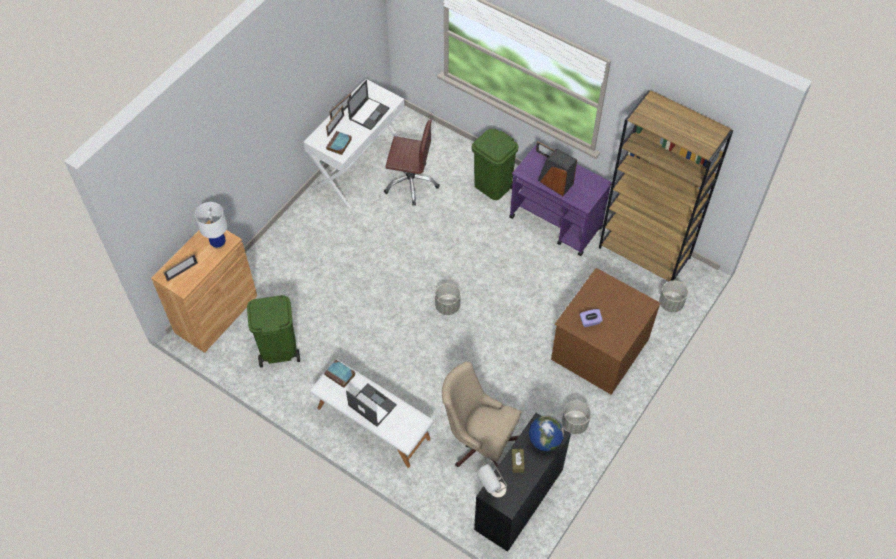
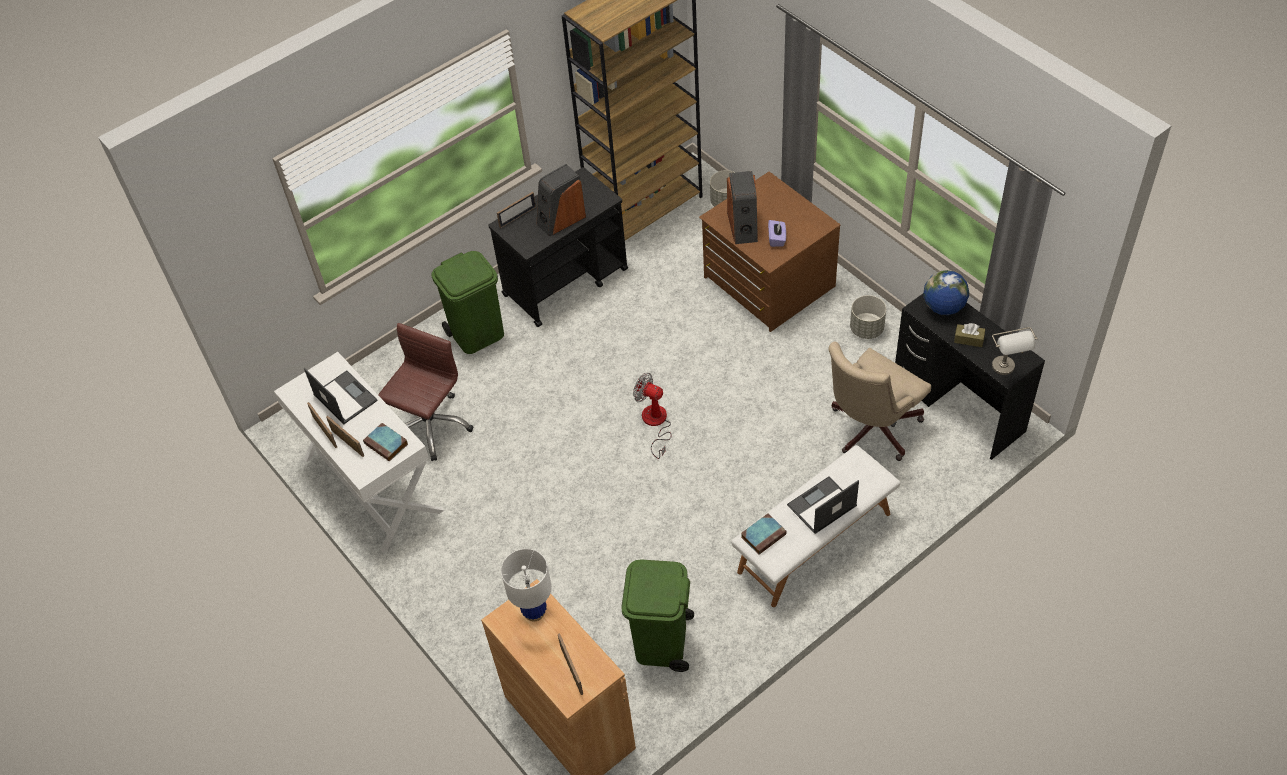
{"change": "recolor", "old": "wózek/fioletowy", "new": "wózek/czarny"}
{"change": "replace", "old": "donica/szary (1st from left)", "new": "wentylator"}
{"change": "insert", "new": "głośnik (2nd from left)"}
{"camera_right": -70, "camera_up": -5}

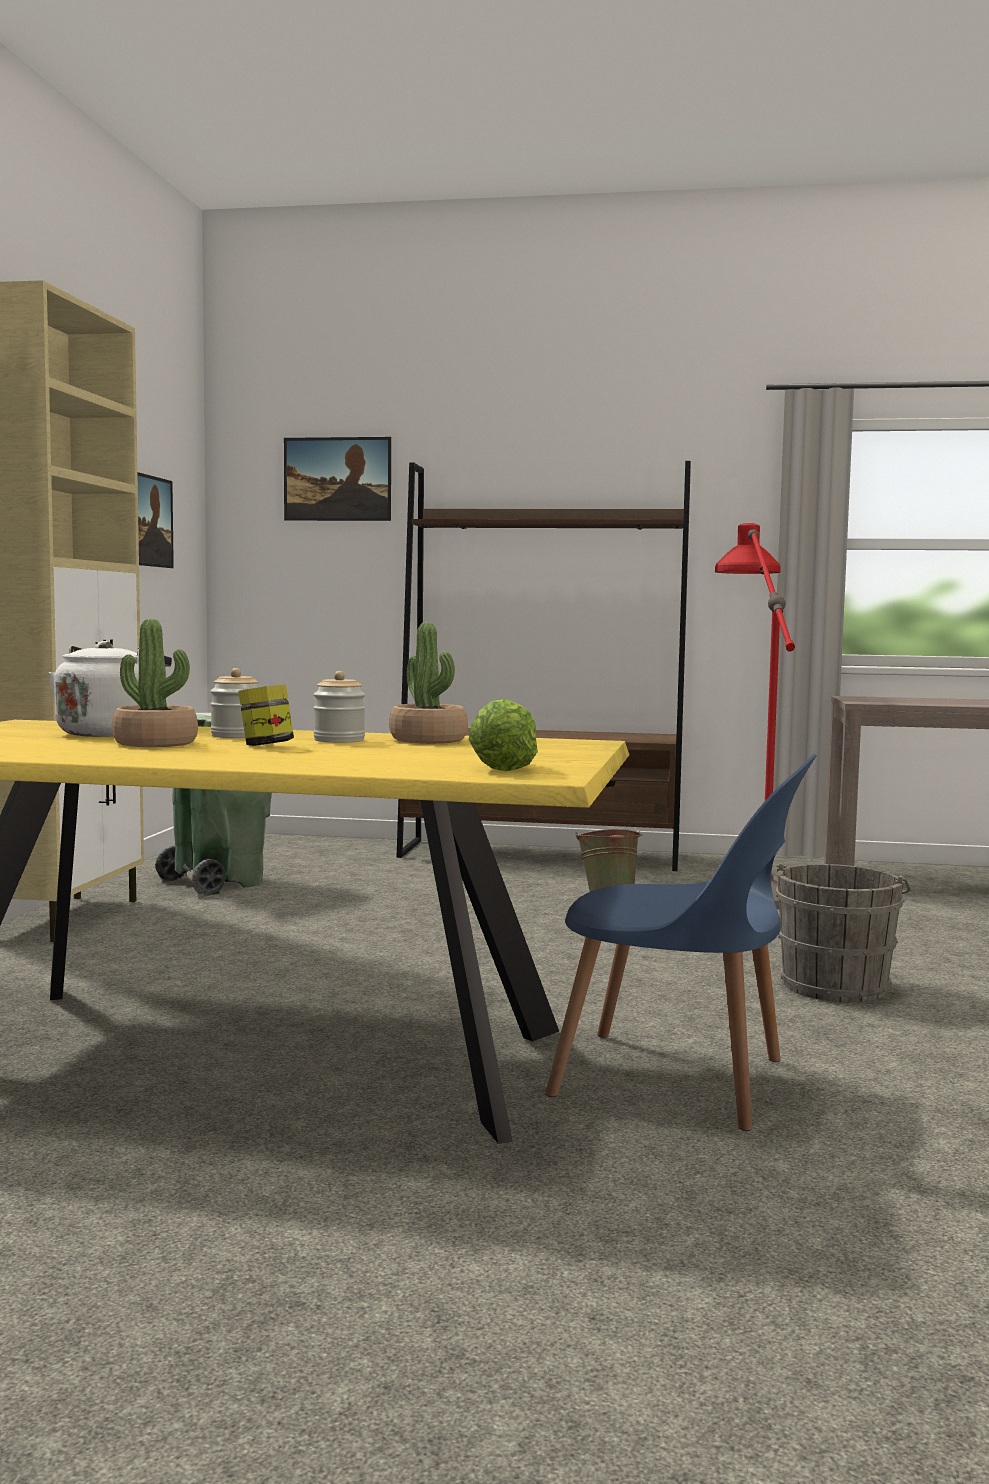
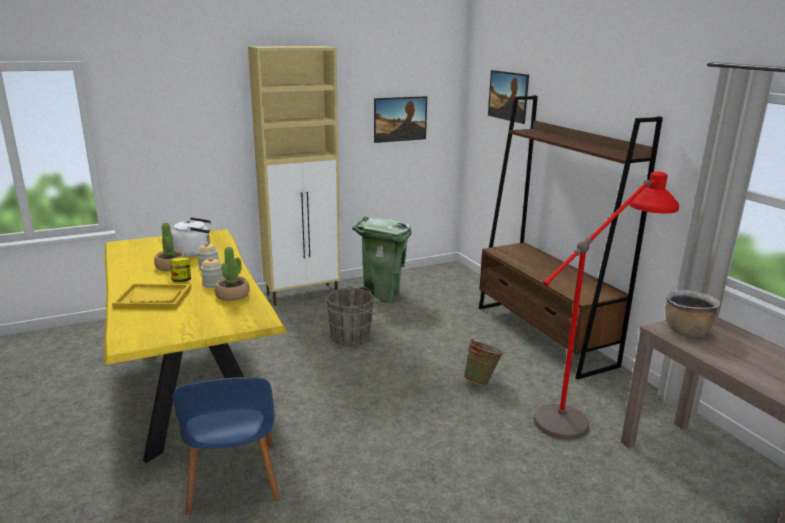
{"change": "insert", "new": "taca/żółty"}
{"change": "move", "old": "wiadro/szary"}
{"change": "insert", "new": "garnek/brązowy"}
{"change": "delete", "old": "sałata"}
{"camera_right": 55, "camera_up": 15}

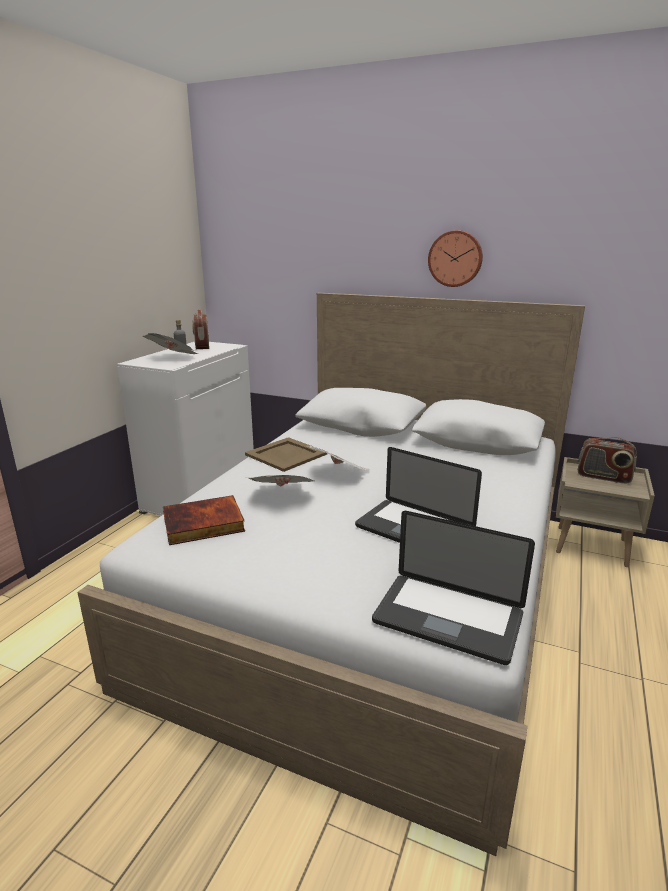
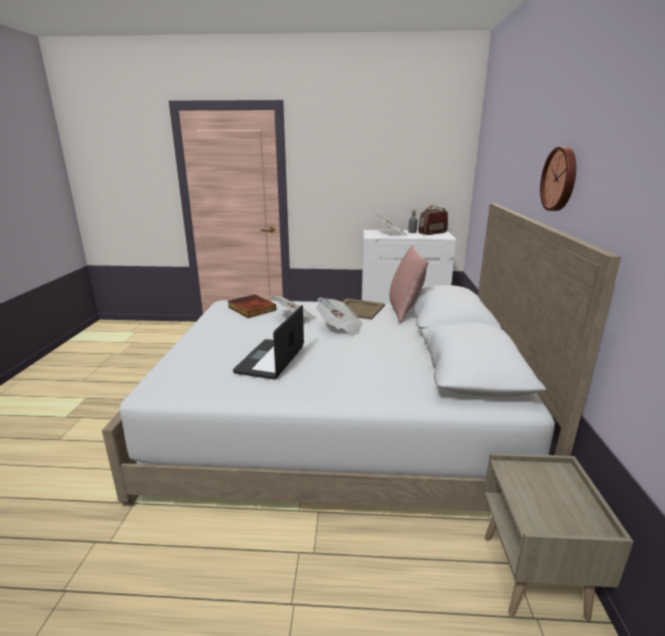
{"change": "insert", "new": "poduszka/różowy"}
{"change": "delete", "old": "laptop (2nd from left)"}
{"change": "delete", "old": "radio (2nd from left)"}
{"camera_right": 70, "camera_up": 0}

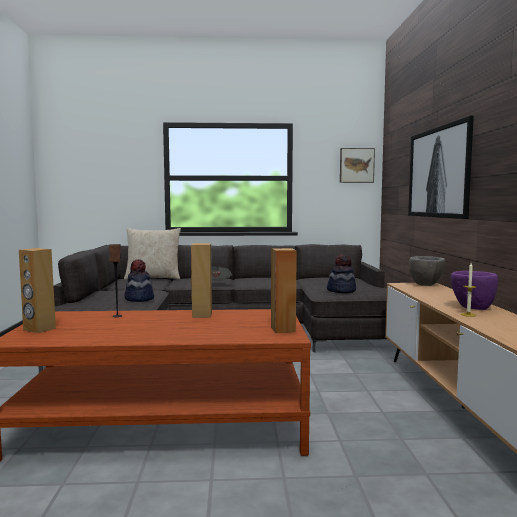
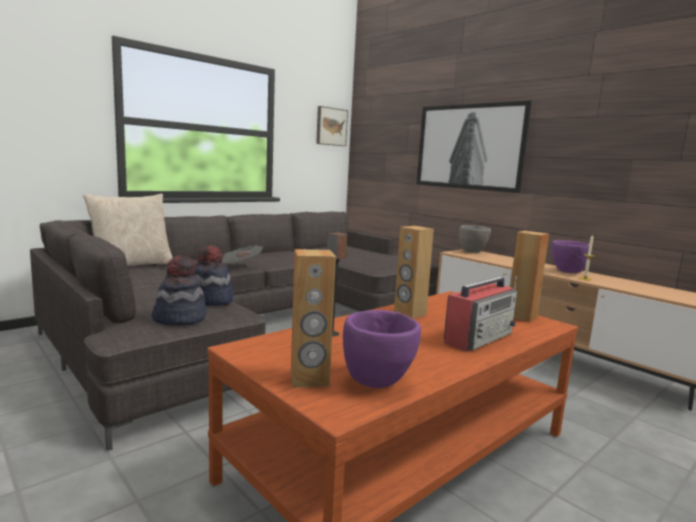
{"change": "move", "old": "kapelusz (2nd from left in the first image)", "new": "kapelusz (1st from left)"}
{"change": "insert", "new": "miska/fioletowy (1st from left)"}
{"change": "insert", "new": "radio"}
{"camera_right": -40, "camera_up": 5}

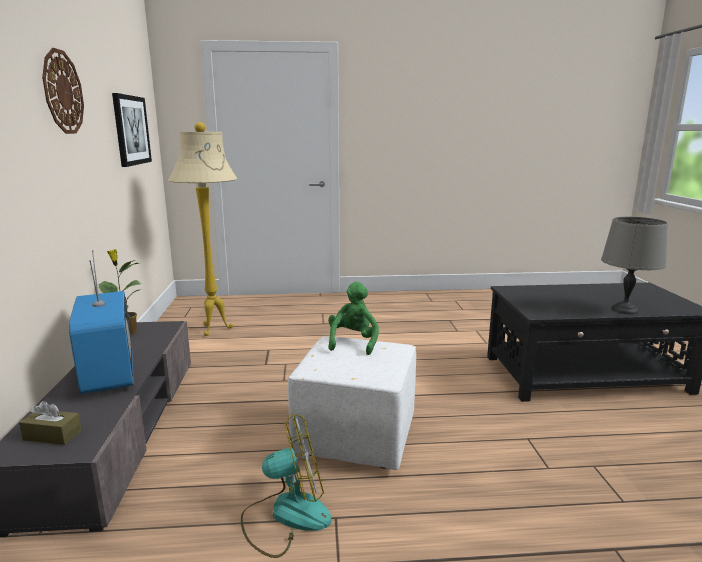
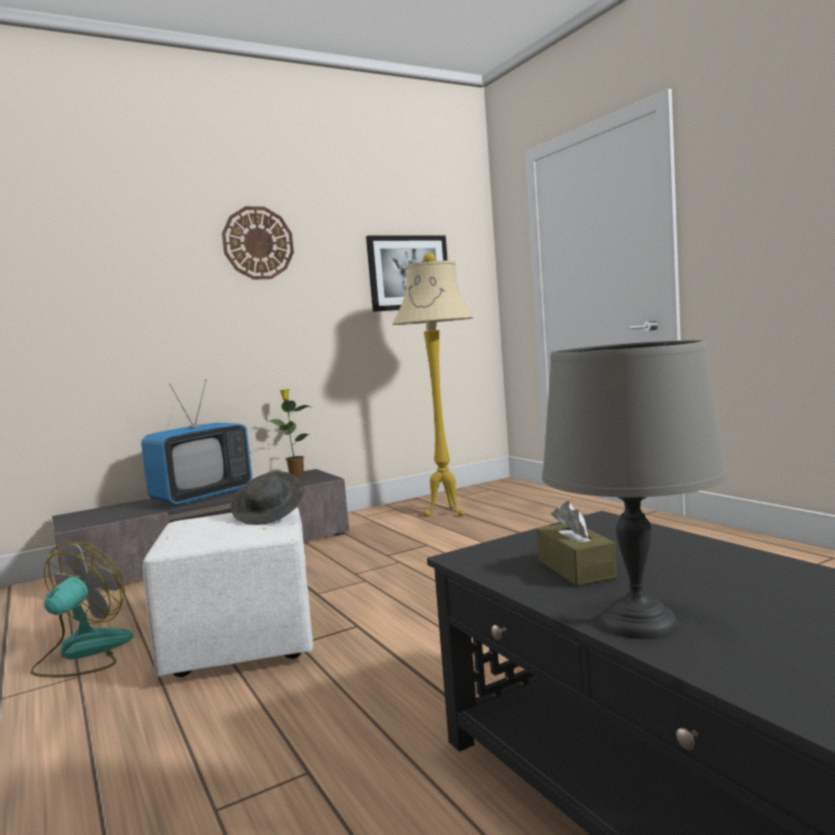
{"change": "rotate", "old": "wentylator", "degrees": -120}
{"change": "replace", "old": "pluszak/zielony", "new": "kapelusz/szary"}
{"change": "move", "old": "pudełko chusteczek/brązowy"}
{"camera_right": 65, "camera_up": -10}

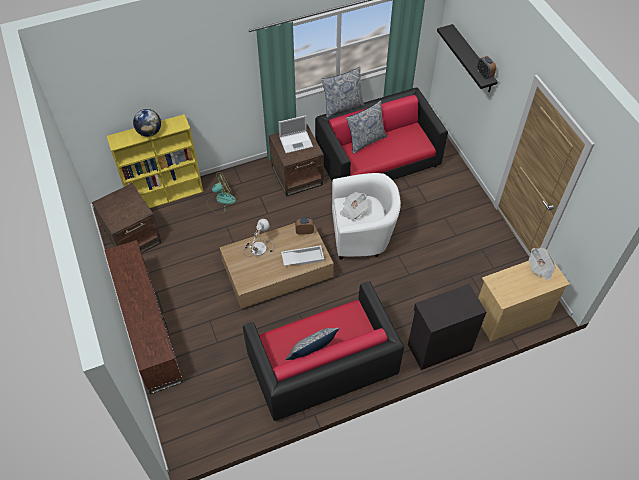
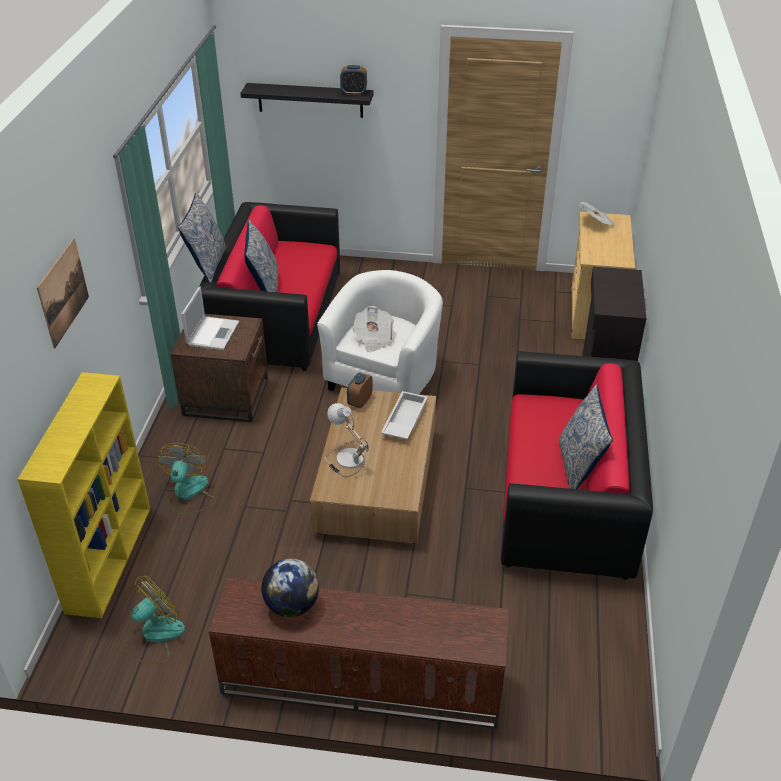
{"change": "insert", "new": "obraz"}
{"change": "replace", "old": "stolik/brązowy (1st from left)", "new": "wentylator (1st from left)"}
{"change": "move", "old": "globus"}
{"camera_right": -60, "camera_up": -15}

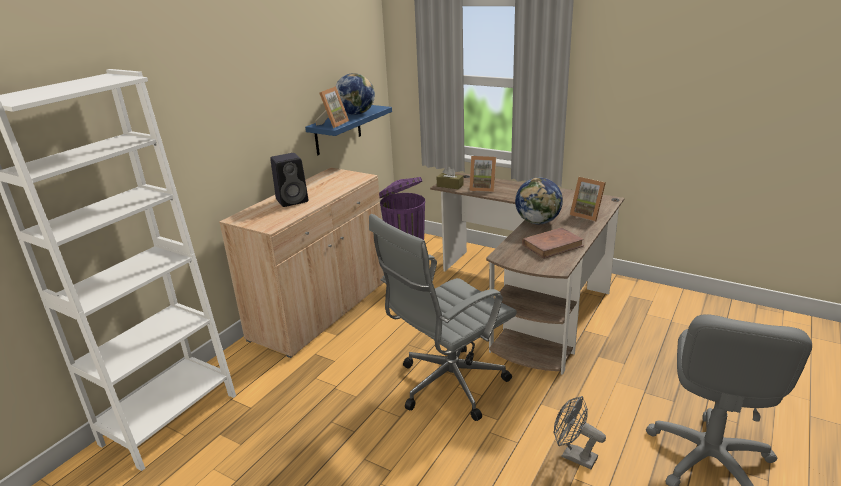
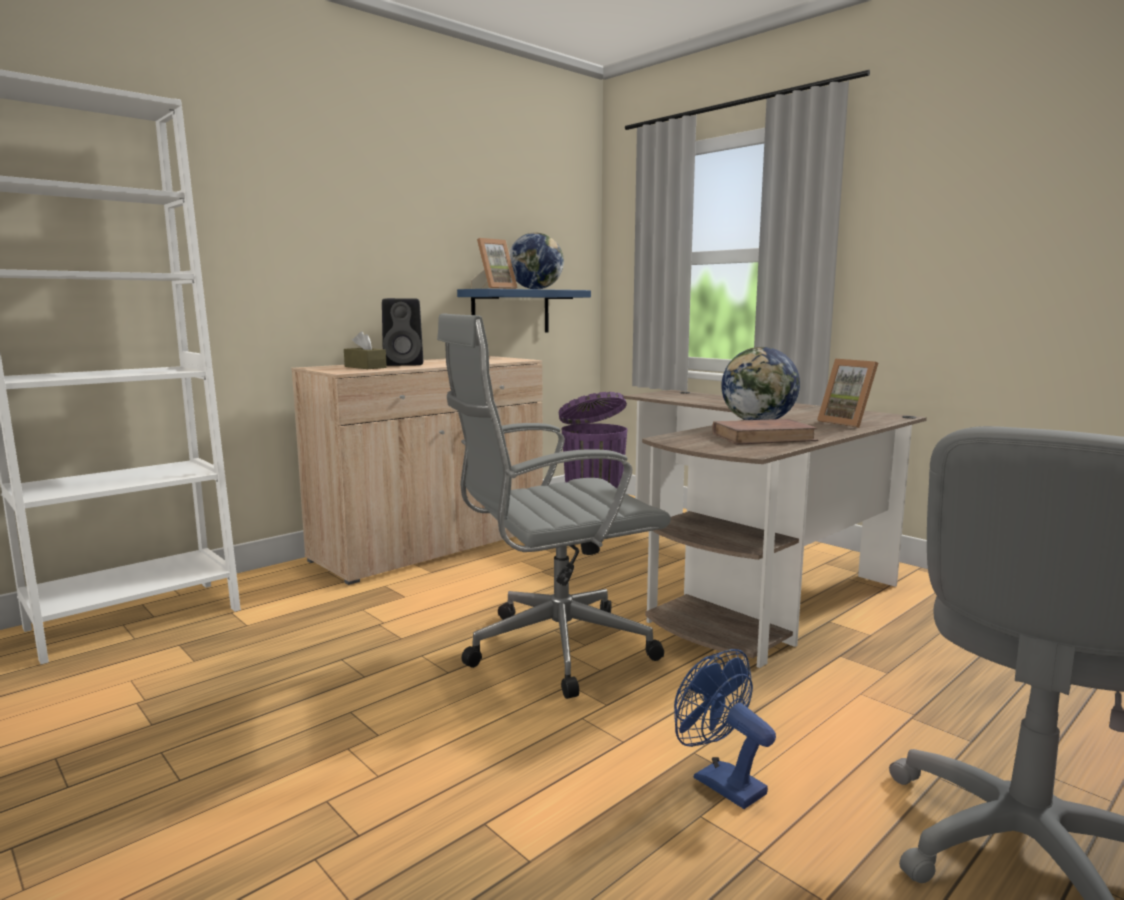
{"change": "move", "old": "pudełko chusteczek/brązowy"}
{"change": "recolor", "old": "wentylator/szary", "new": "wentylator/niebieski"}
{"change": "delete", "old": "ramka na zdjęcie (2nd from left)"}
{"camera_right": 15, "camera_up": -15}

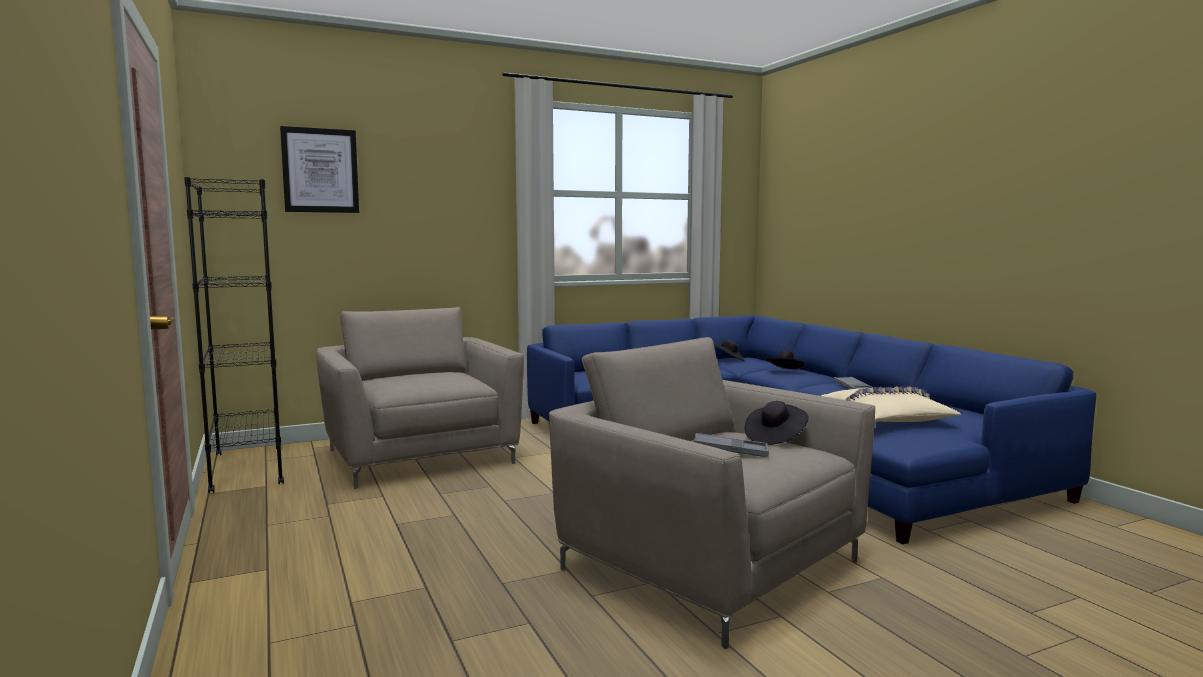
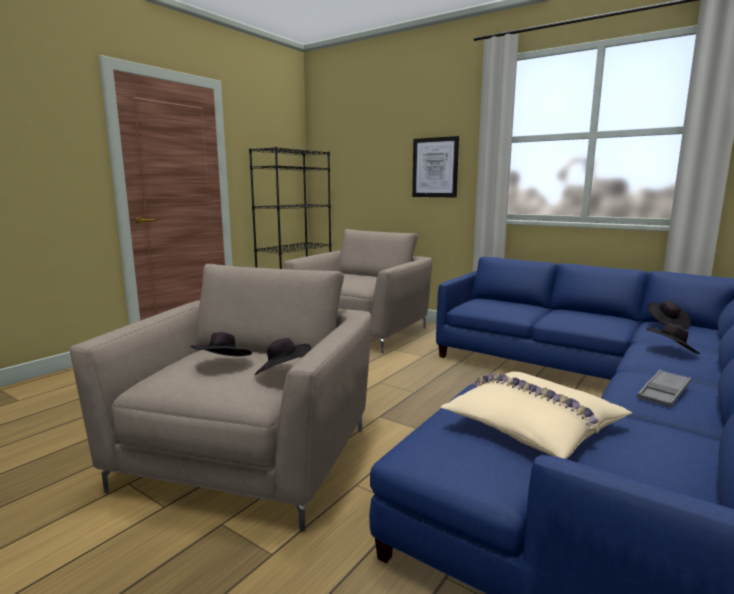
{"change": "replace", "old": "taca/szary (1st from left)", "new": "kapelusz/czarny (1st from left)"}
{"change": "move", "old": "obraz"}
{"camera_right": 60, "camera_up": 5}

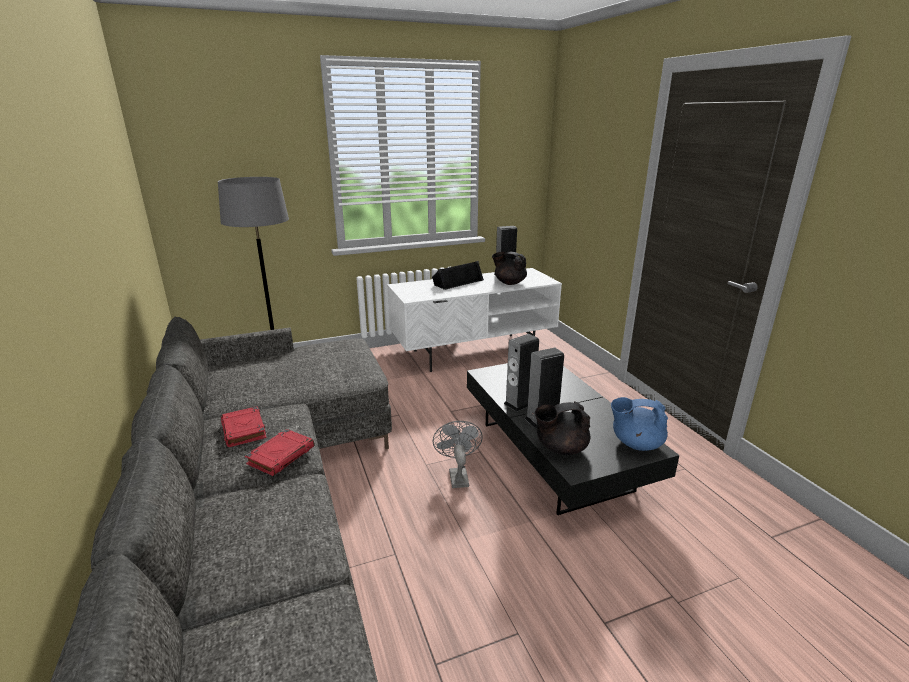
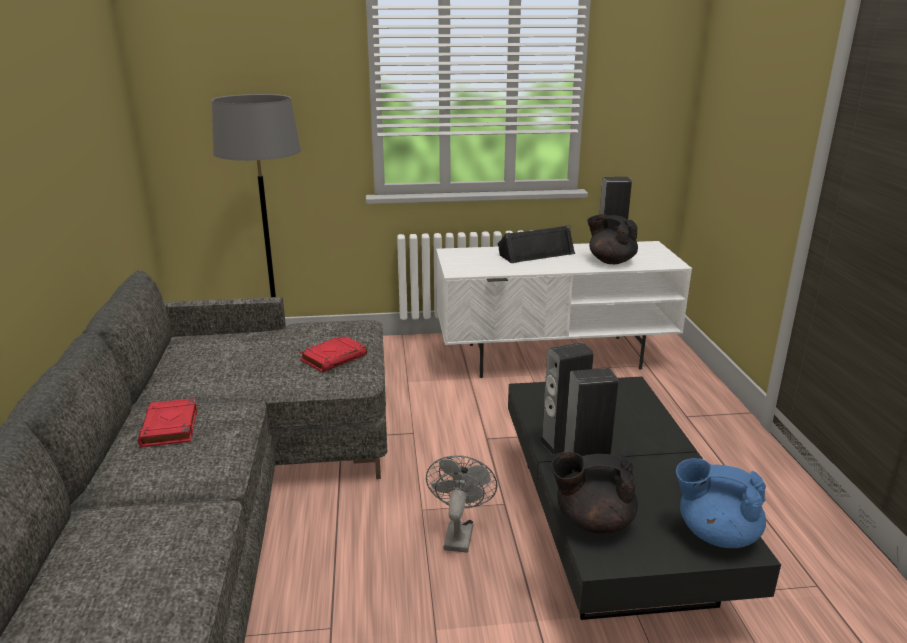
{"change": "move", "old": "książka/czerwony (2nd from left)"}
{"camera_right": 15, "camera_up": 0}

